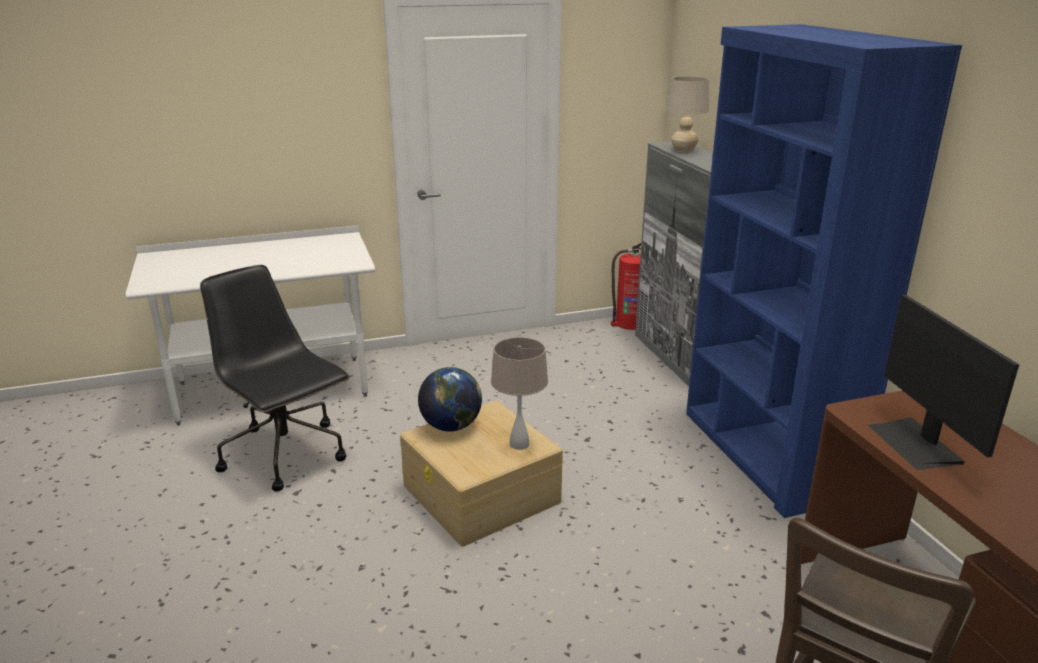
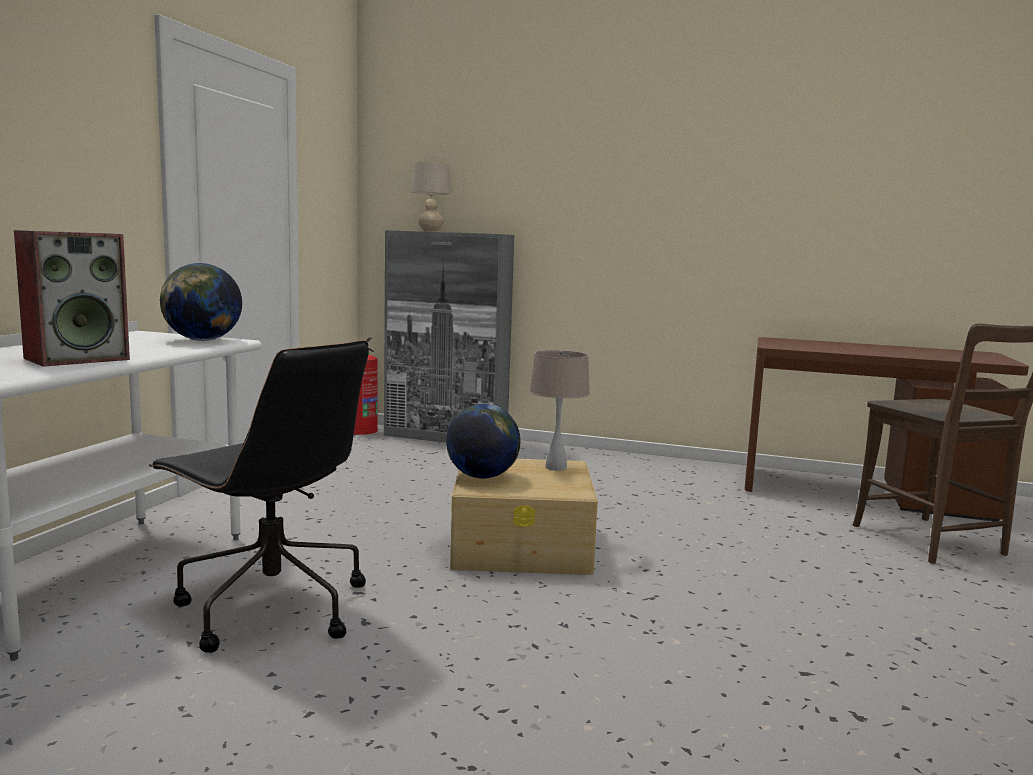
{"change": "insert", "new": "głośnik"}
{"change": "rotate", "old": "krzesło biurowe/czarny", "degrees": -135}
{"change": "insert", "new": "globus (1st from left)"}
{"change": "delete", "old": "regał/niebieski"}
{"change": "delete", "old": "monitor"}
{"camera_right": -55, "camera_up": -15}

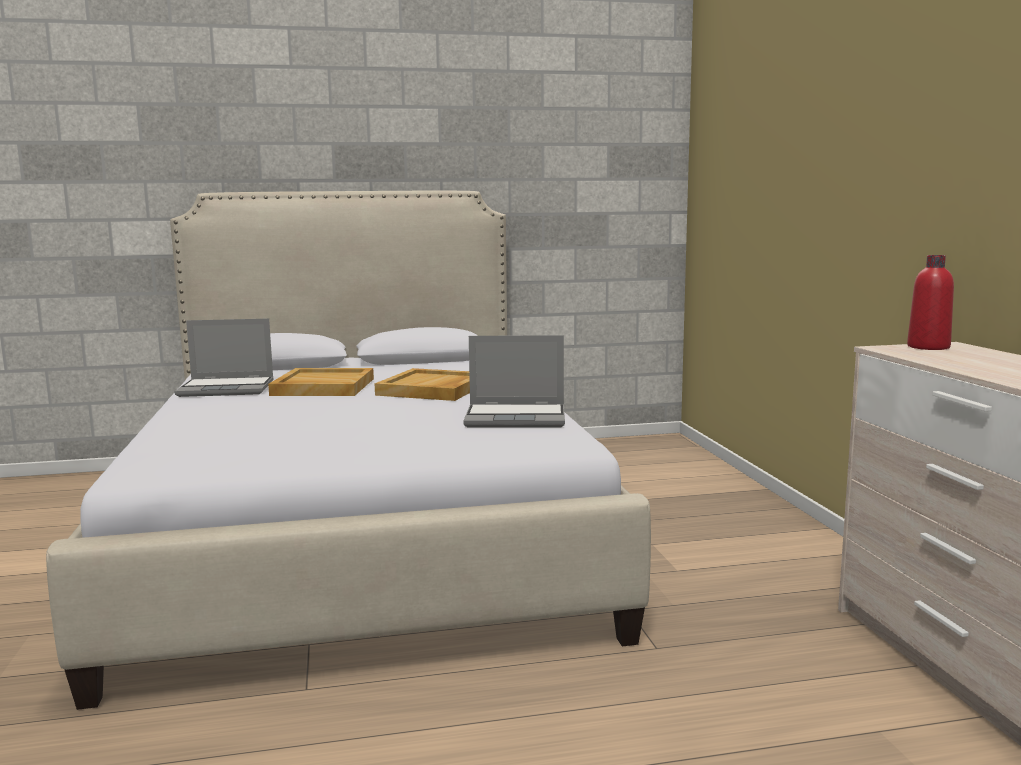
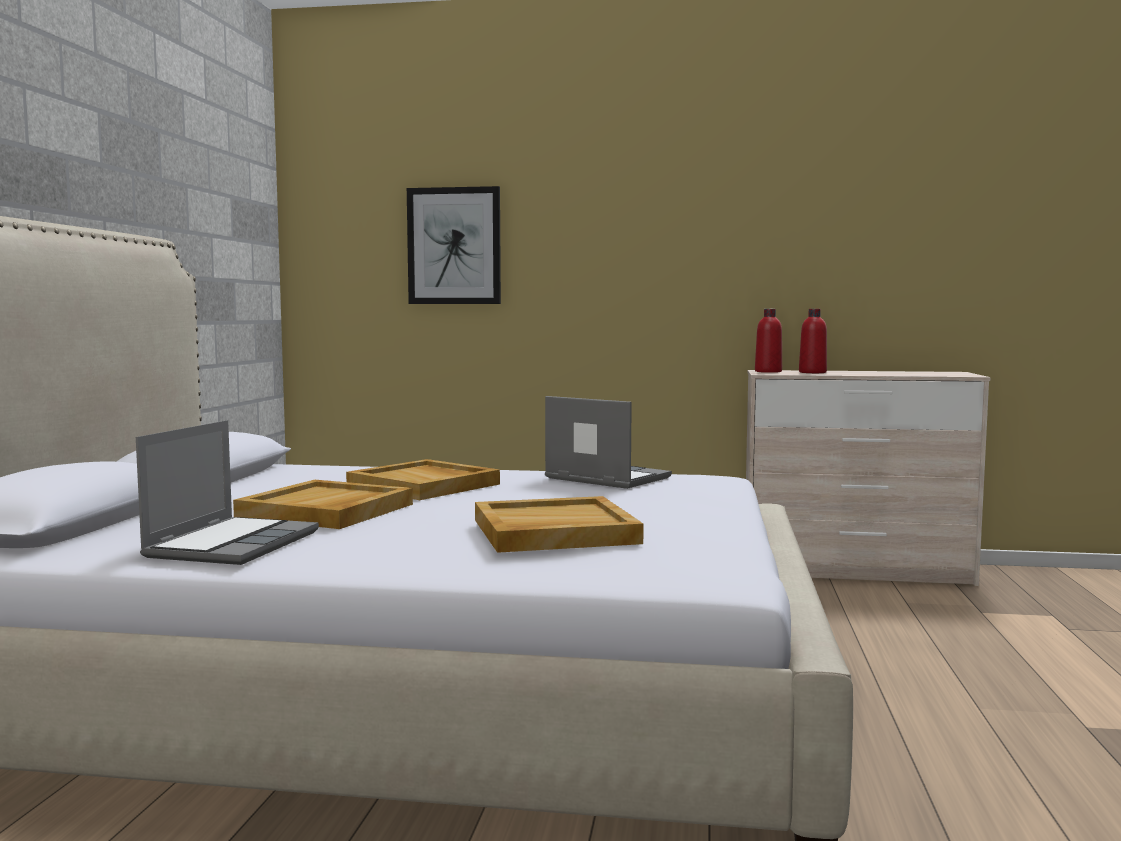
{"change": "insert", "new": "obraz"}
{"change": "insert", "new": "taca/beżowy (3rd from left)"}
{"change": "rotate", "old": "laptop (2nd from left)", "degrees": -75}
{"change": "insert", "new": "butelka/czerwony (2nd from left)"}
{"camera_right": -70, "camera_up": -5}

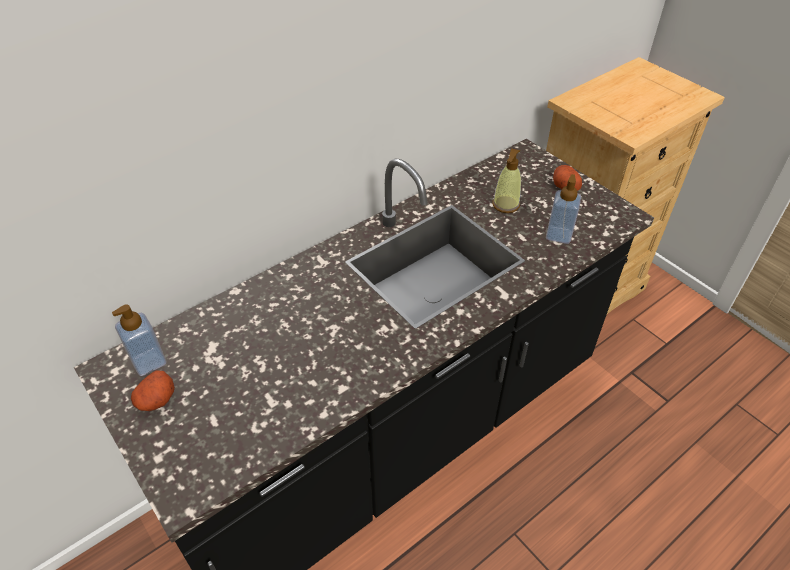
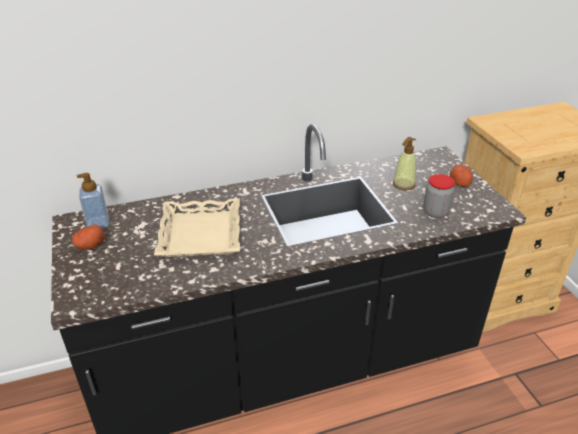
{"change": "insert", "new": "taca/beżowy"}
{"change": "replace", "old": "dozownik mydła (3rd from left)", "new": "słoik"}
{"camera_right": 20, "camera_up": -10}

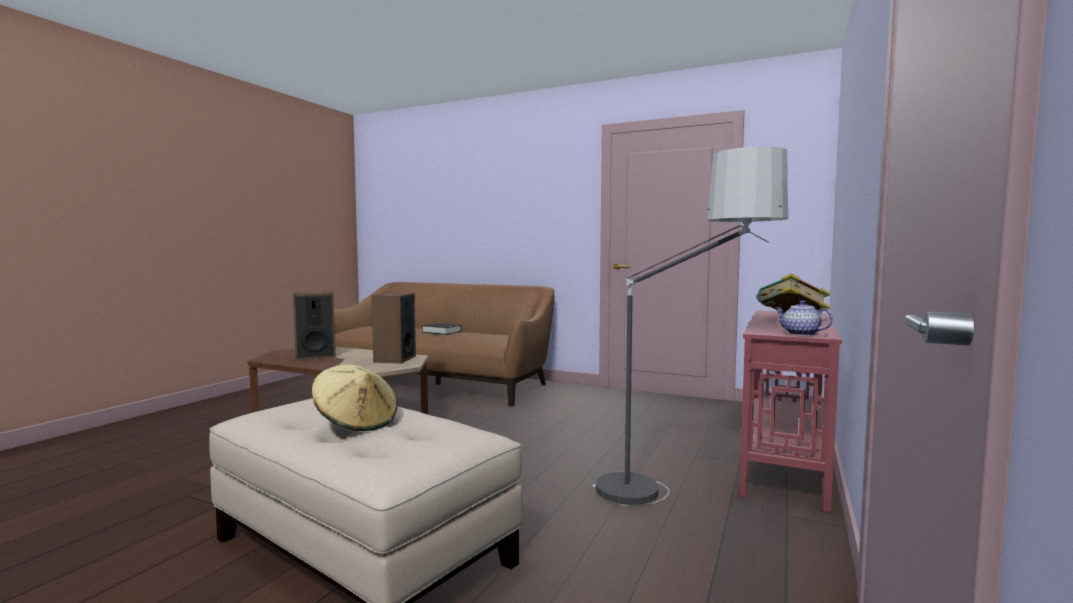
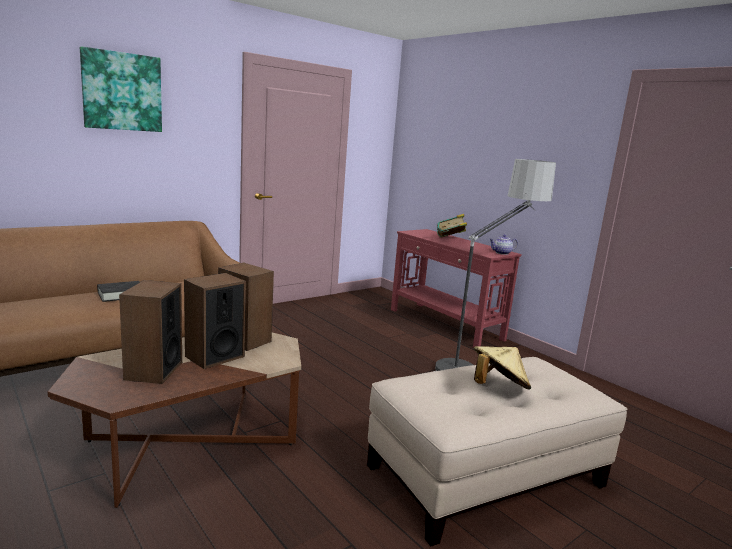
{"change": "insert", "new": "obraz"}
{"change": "insert", "new": "głośnik (2nd from left)"}
{"camera_right": -65, "camera_up": 10}

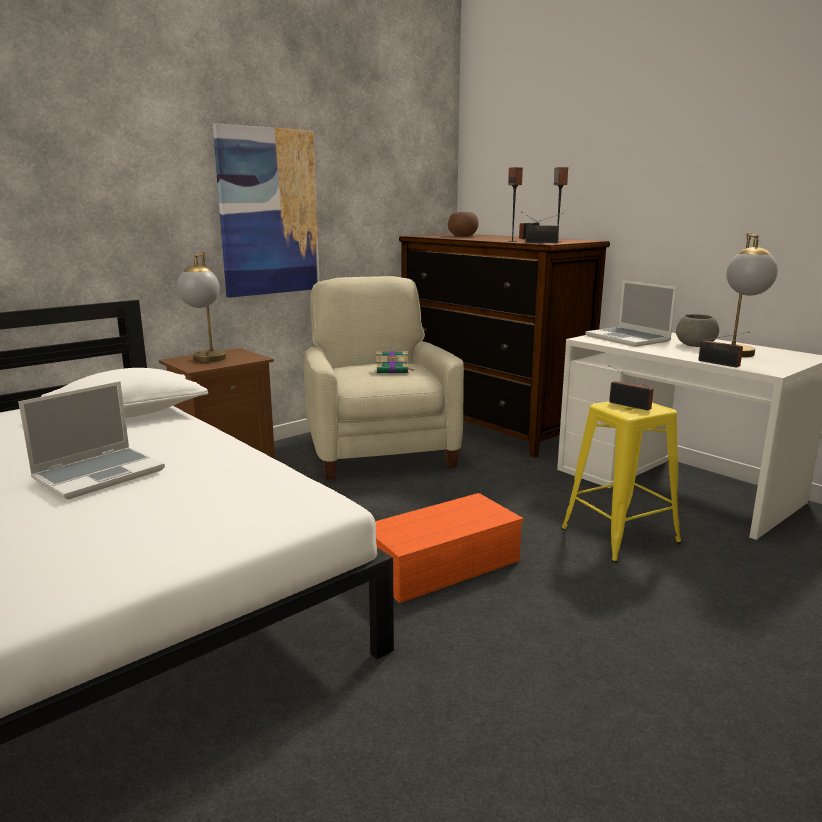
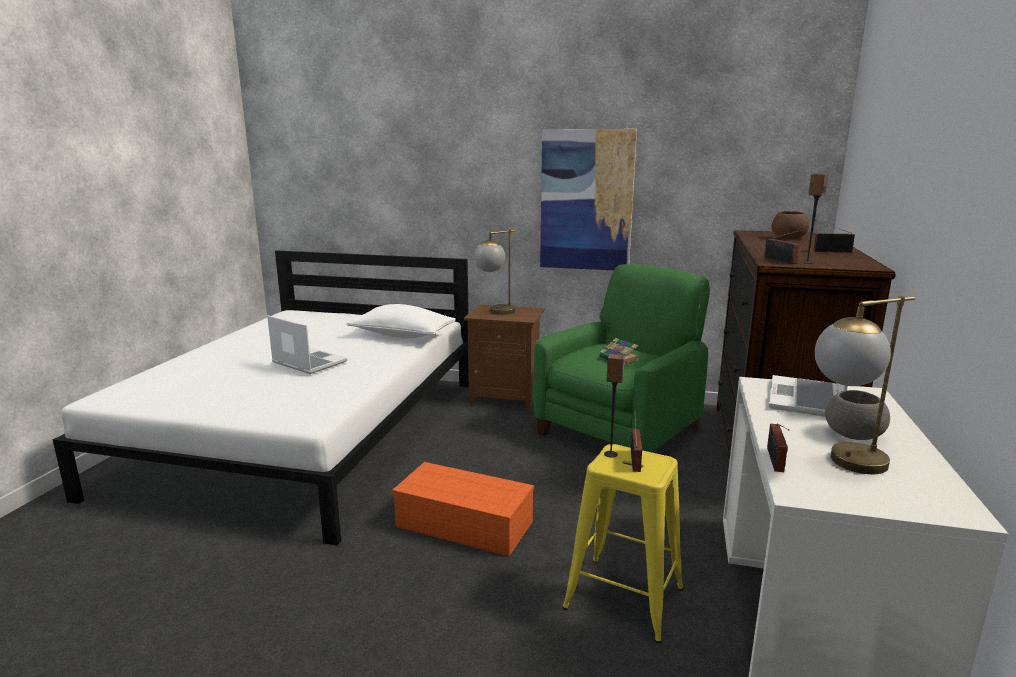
{"change": "rotate", "old": "laptop (1st from left)", "degrees": -150}
{"change": "recolor", "old": "fotel/beżowy", "new": "fotel/zielony"}
{"change": "move", "old": "głośnik (1st from left)"}
{"camera_right": 55, "camera_up": 0}

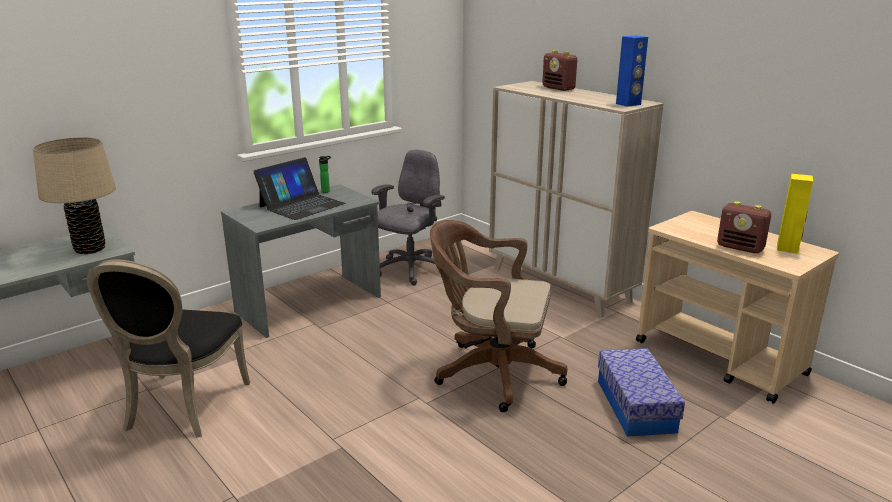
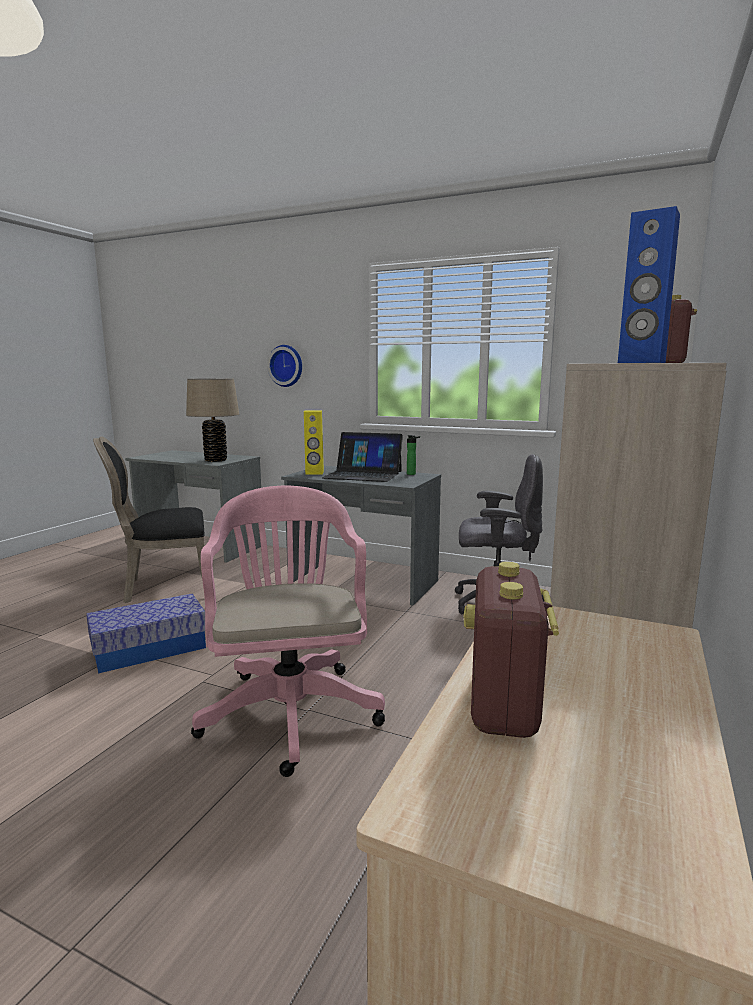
{"change": "move", "old": "pojemnik do przechowywania"}
{"change": "recolor", "old": "krzesło biurowe/brązowy", "new": "krzesło biurowe/różowy"}
{"change": "insert", "new": "zegar ścienny"}
{"change": "move", "old": "głośnik/żółty"}
{"camera_right": 65, "camera_up": -10}

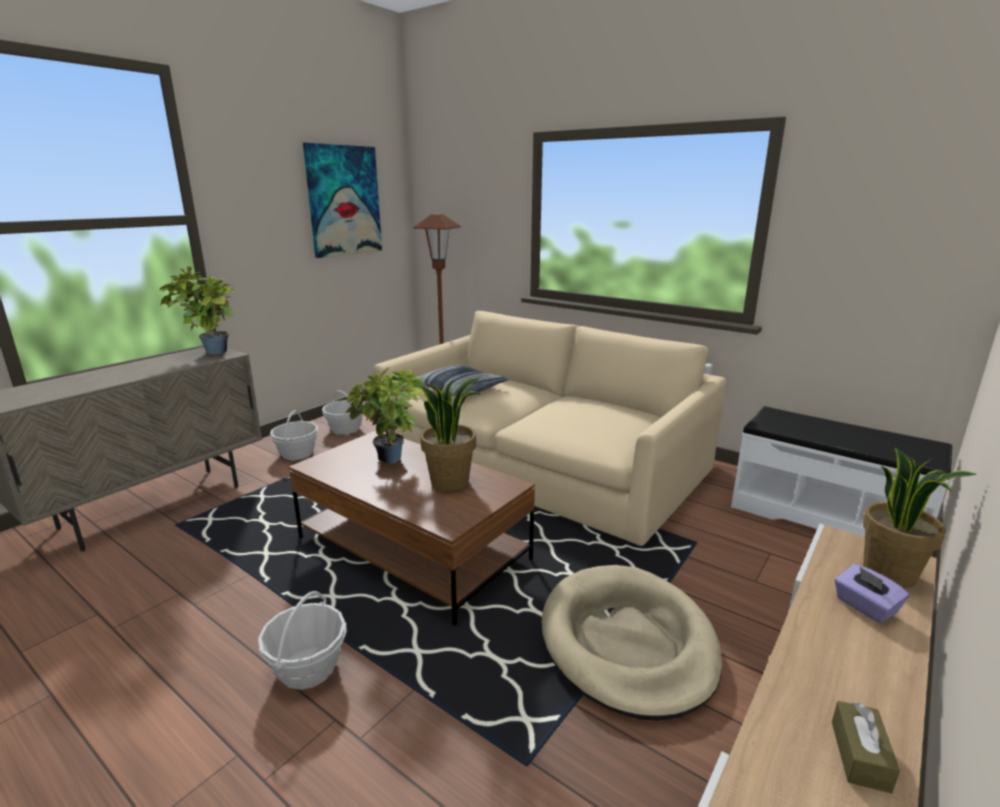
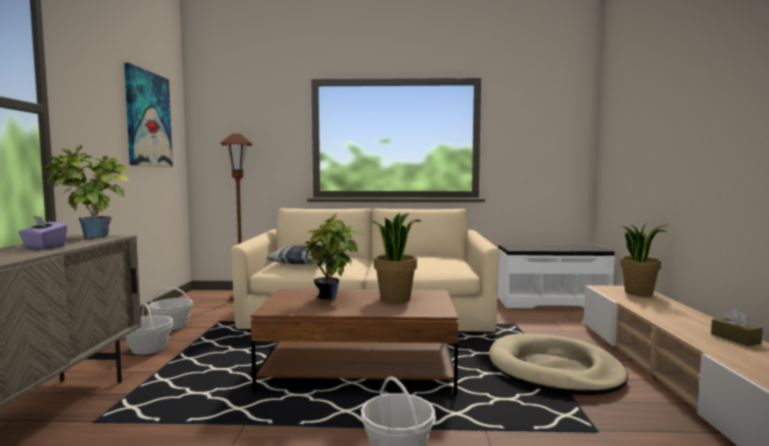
{"change": "move", "old": "pudełko chusteczek/fioletowy"}
{"camera_right": -35, "camera_up": -15}

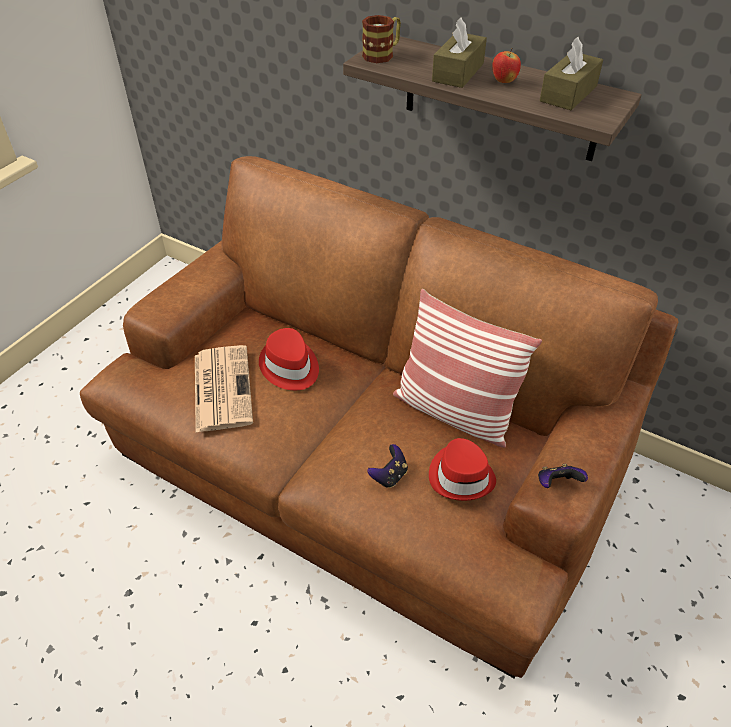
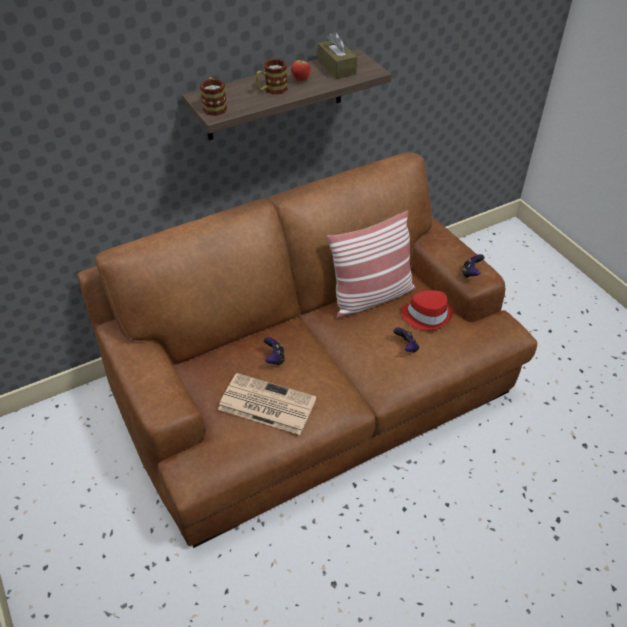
{"change": "replace", "old": "pudełko chusteczek/brązowy (1st from left)", "new": "kubek (2nd from left)"}
{"change": "replace", "old": "kapelusz/czerwony (1st from left)", "new": "pad do gier (1st from left)"}
{"camera_right": -60, "camera_up": 0}

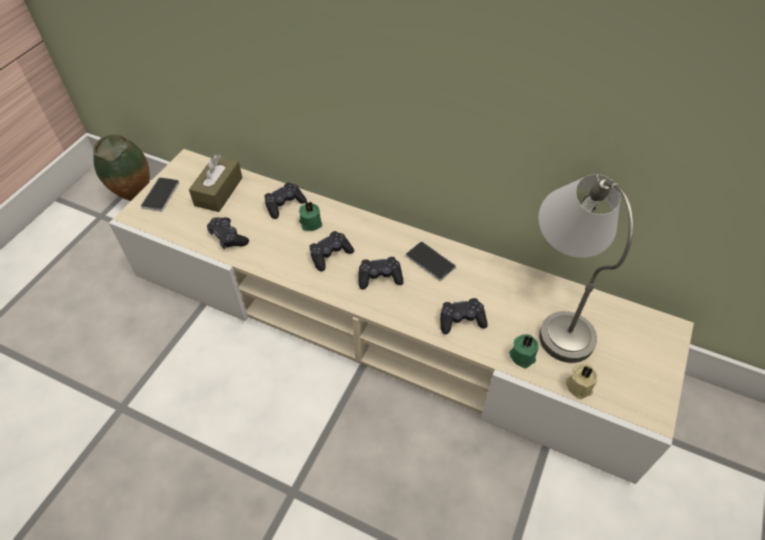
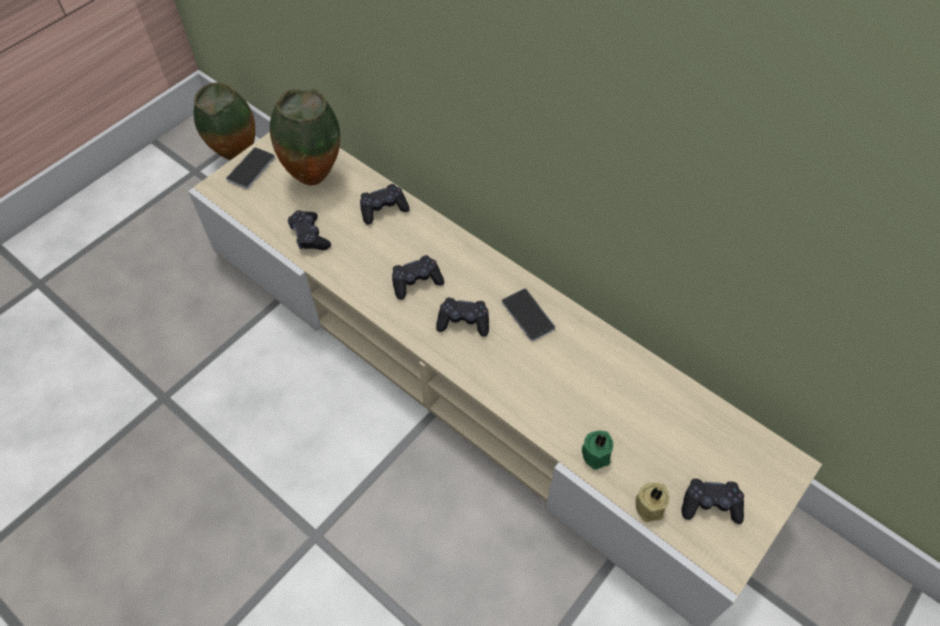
{"change": "replace", "old": "pudełko chusteczek/brązowy", "new": "wazon (2nd from left)"}
{"change": "move", "old": "pad do gier/czarny (5th from left)"}
{"change": "delete", "old": "świeca/zielony (1st from left)"}
{"change": "delete", "old": "lampa stołowa/szary"}
{"camera_right": 15, "camera_up": 5}

